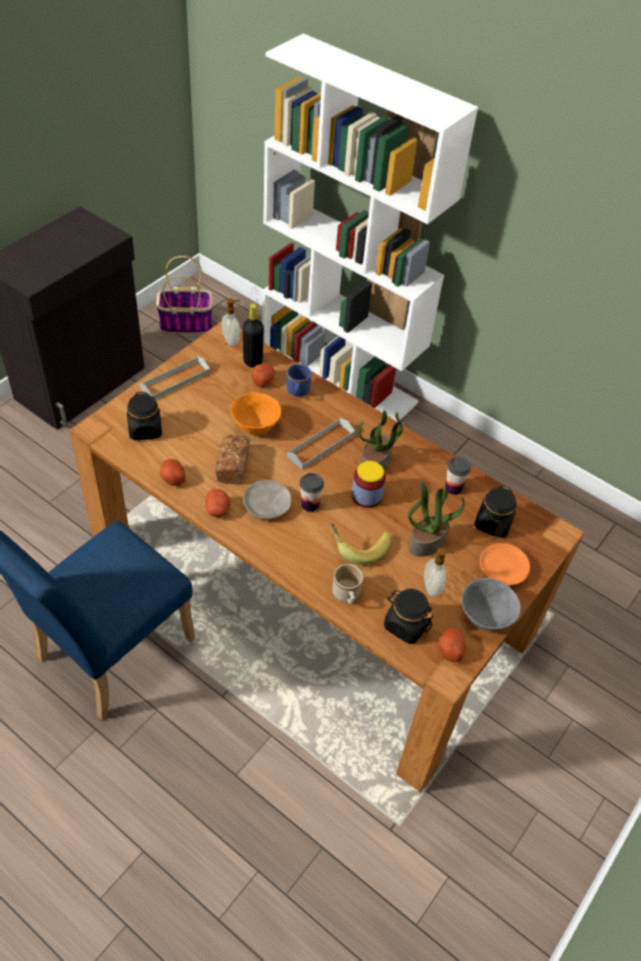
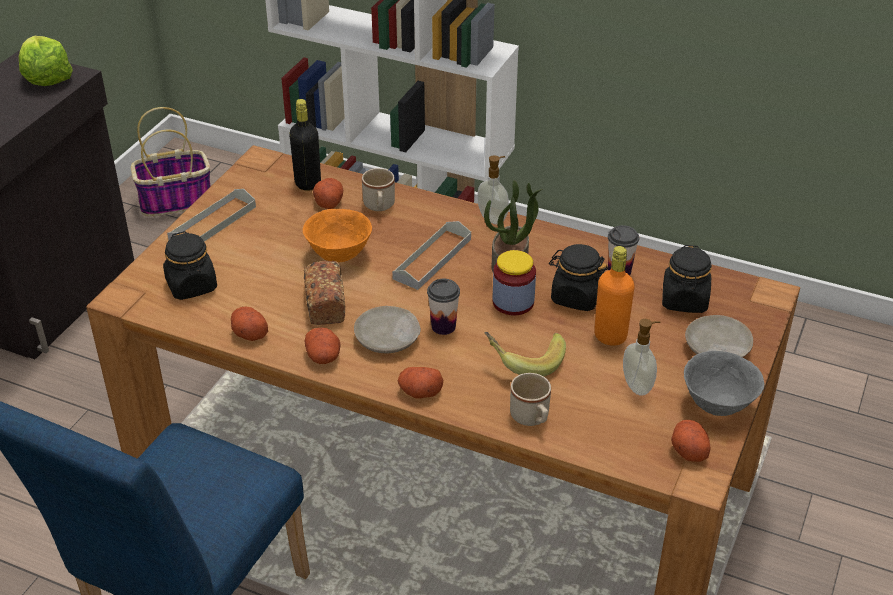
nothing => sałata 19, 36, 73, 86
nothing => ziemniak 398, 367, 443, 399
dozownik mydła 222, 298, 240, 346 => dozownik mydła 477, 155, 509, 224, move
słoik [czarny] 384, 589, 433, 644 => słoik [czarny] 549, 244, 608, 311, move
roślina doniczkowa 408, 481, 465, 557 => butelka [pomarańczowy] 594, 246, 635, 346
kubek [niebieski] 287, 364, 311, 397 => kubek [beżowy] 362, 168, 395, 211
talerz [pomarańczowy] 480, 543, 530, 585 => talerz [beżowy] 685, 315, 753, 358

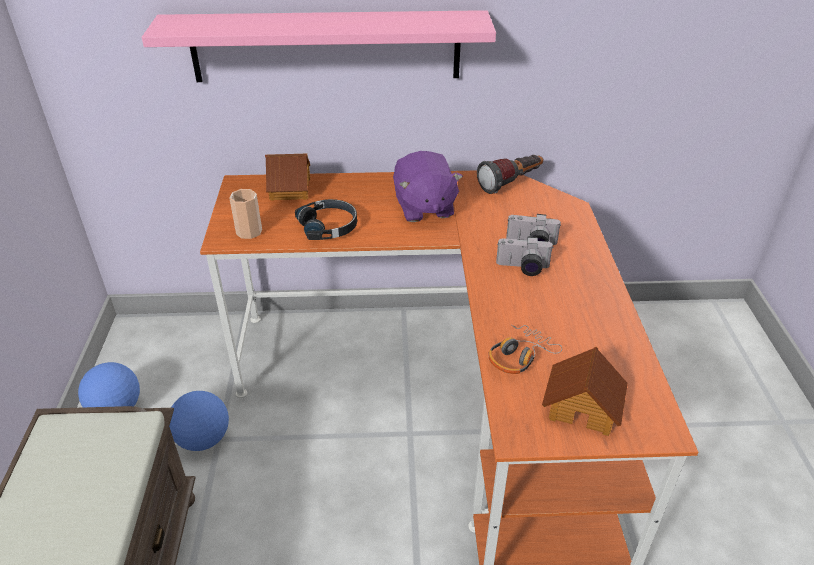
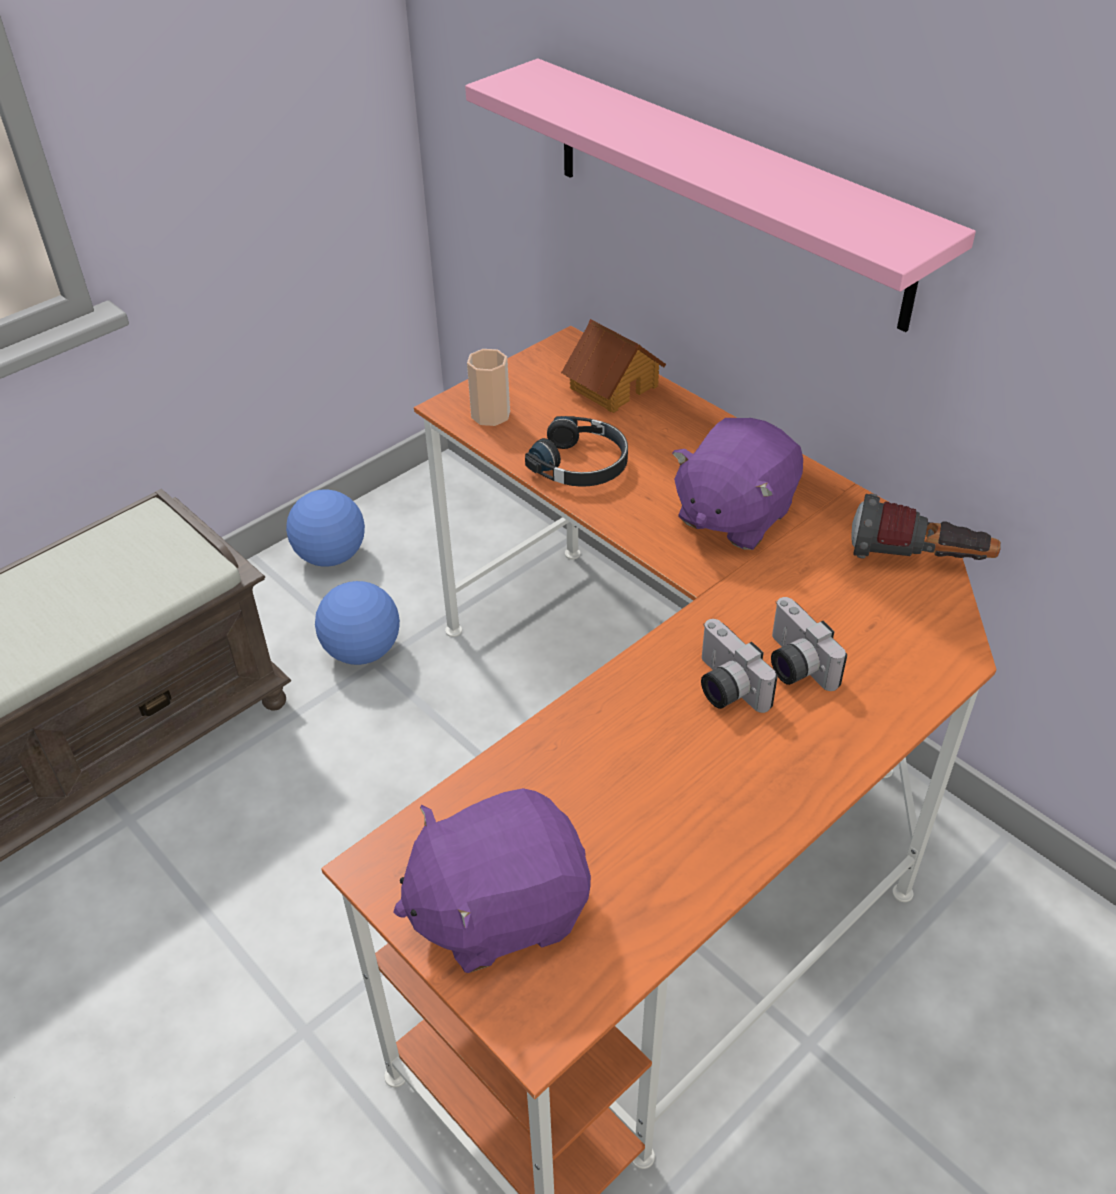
słuchawki 488, 325, 562, 374 => nothing
domek 542, 347, 628, 436 => pluszak [fioletowy] 394, 788, 591, 973

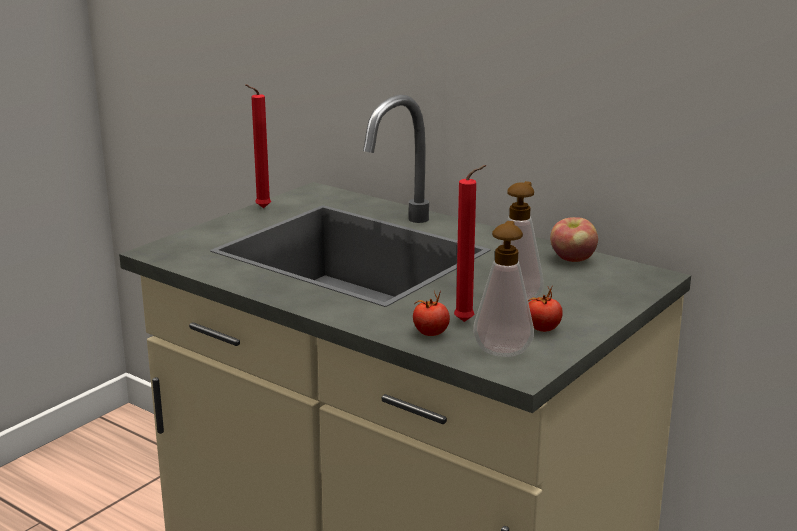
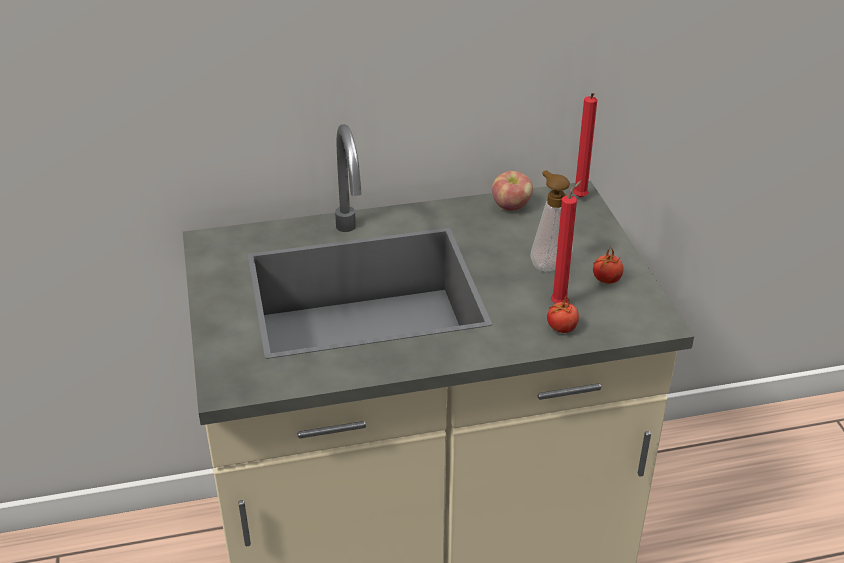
dozownik mydła 473, 221, 534, 357 => nothing
świeca [czerwony] 245, 84, 271, 208 => świeca [czerwony] 573, 93, 597, 198, move

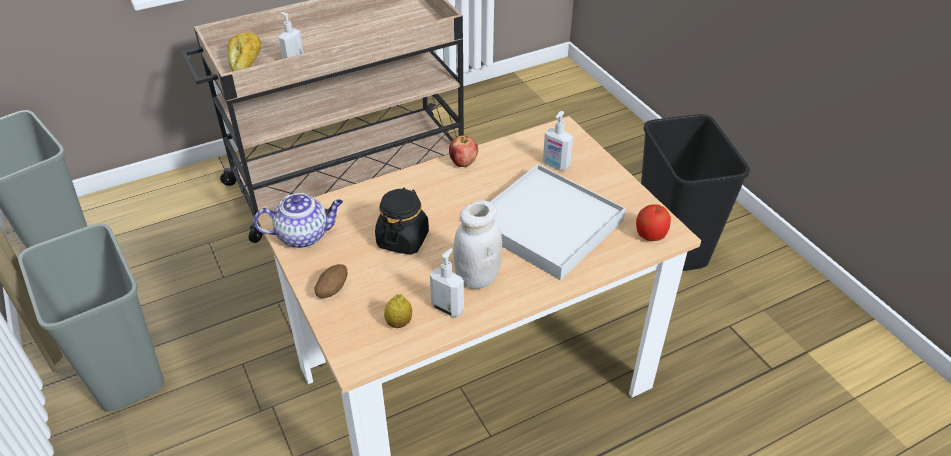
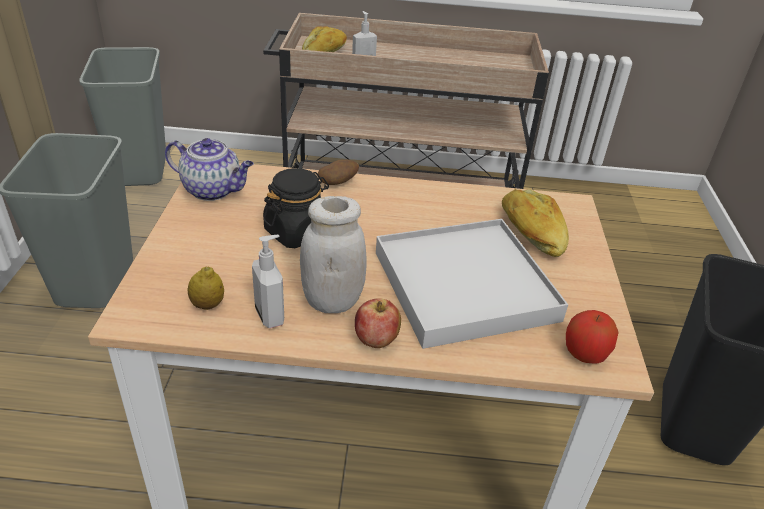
ziemniak 314, 264, 347, 298 => ziemniak 318, 160, 359, 185, move
jabłko 449, 135, 478, 167 => jabłko 355, 298, 401, 348, move
dozownik mydła 543, 111, 573, 171 => chleb 502, 189, 569, 257

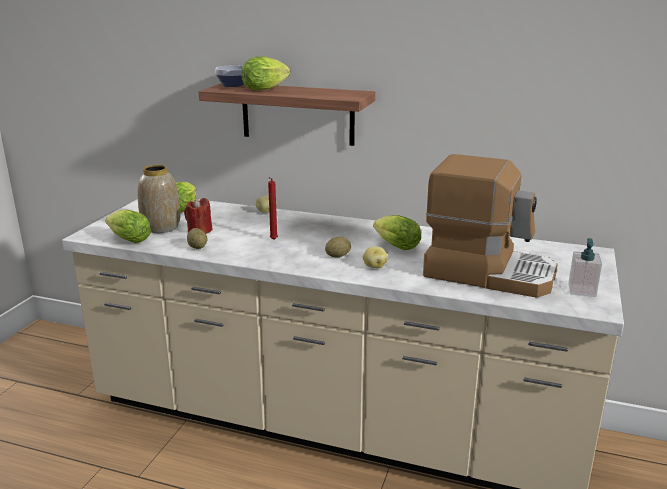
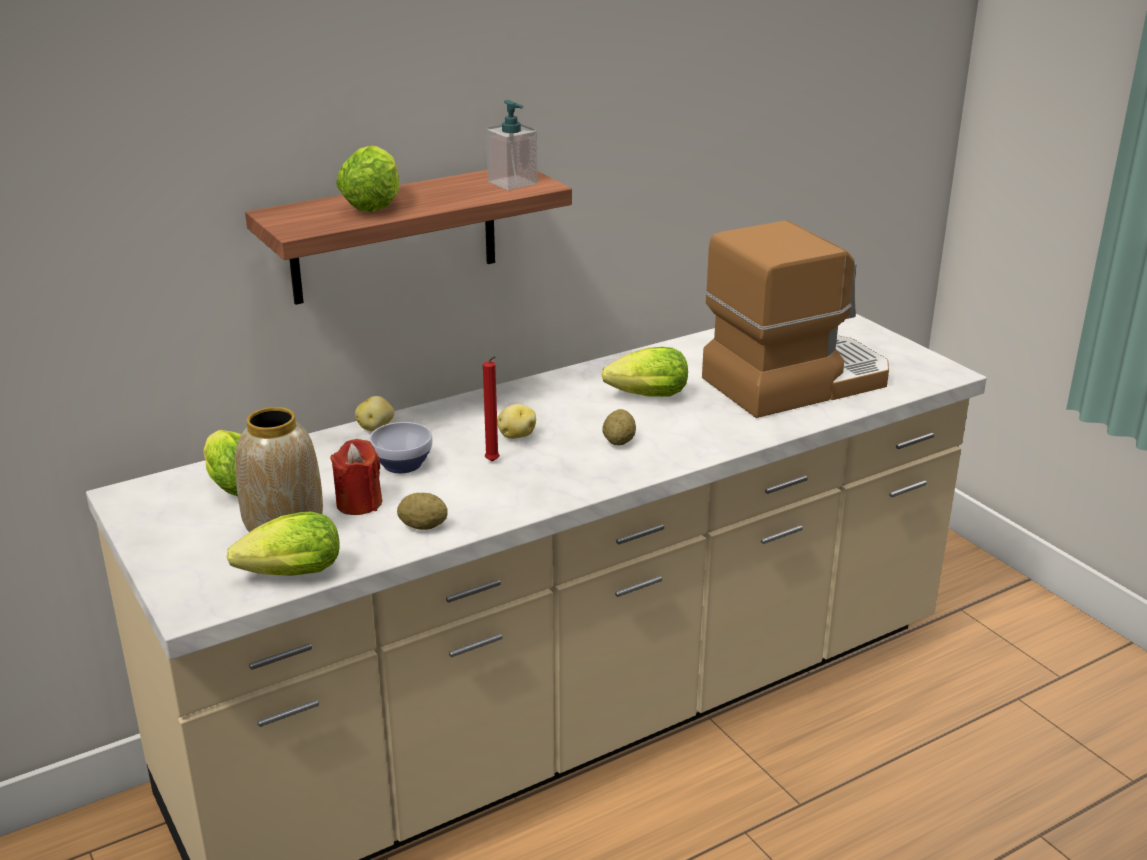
miska 215, 65, 244, 87 => miska 369, 422, 433, 473, move
ziemniak 363, 246, 388, 269 => ziemniak 497, 404, 536, 439, move
dozownik mydła 568, 238, 602, 297 => dozownik mydła 486, 100, 538, 190, move

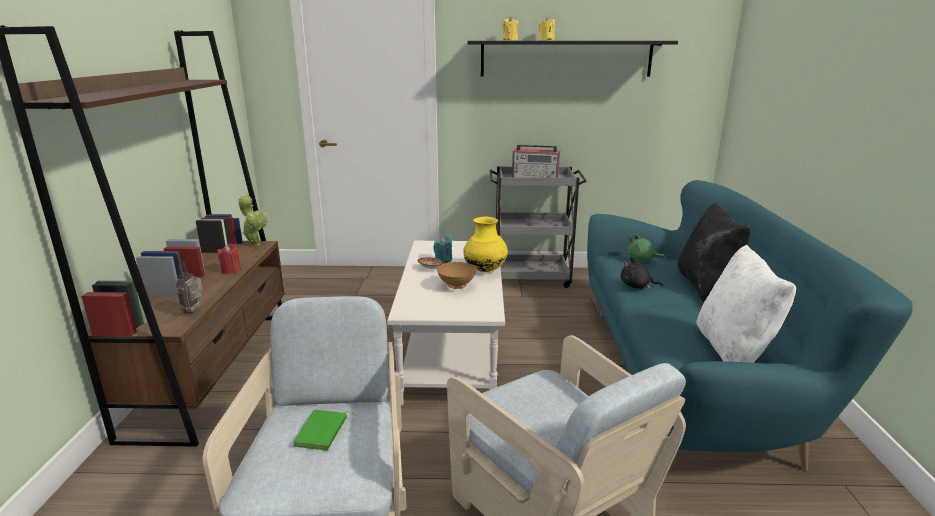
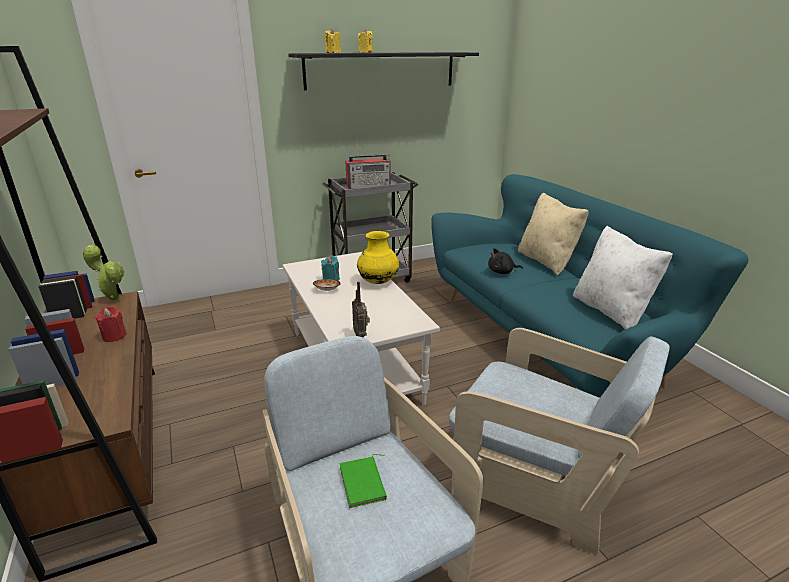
miska [brązowy] 437, 262, 477, 289 => nothing
pluszak [zielony] 628, 234, 665, 261 => nothing
radio 176, 253, 203, 314 => radio 352, 282, 370, 337, move
poduszka [czarny] 677, 203, 751, 302 => poduszka [beżowy] 518, 192, 589, 276

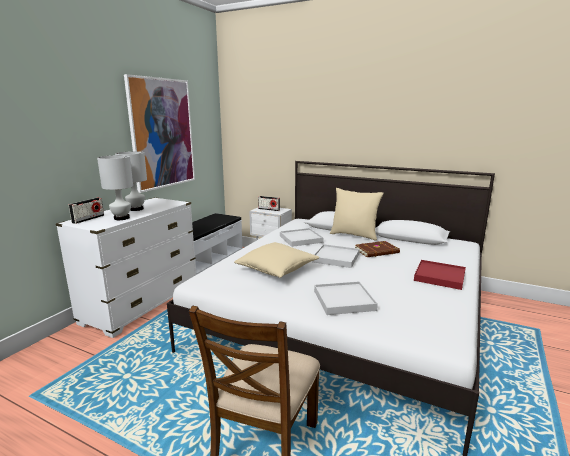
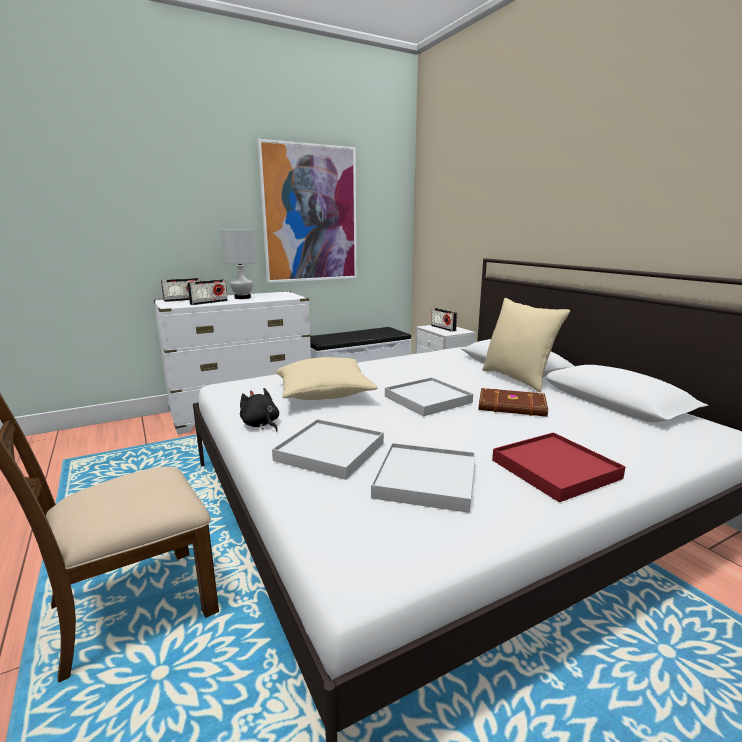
nothing => pluszak [czarny] 240, 388, 279, 431
taca [biały] 280, 228, 324, 247 => taca [biały] 371, 443, 475, 513, move
lampa stołowa [biały] 97, 155, 133, 220 => radio 187, 279, 228, 305

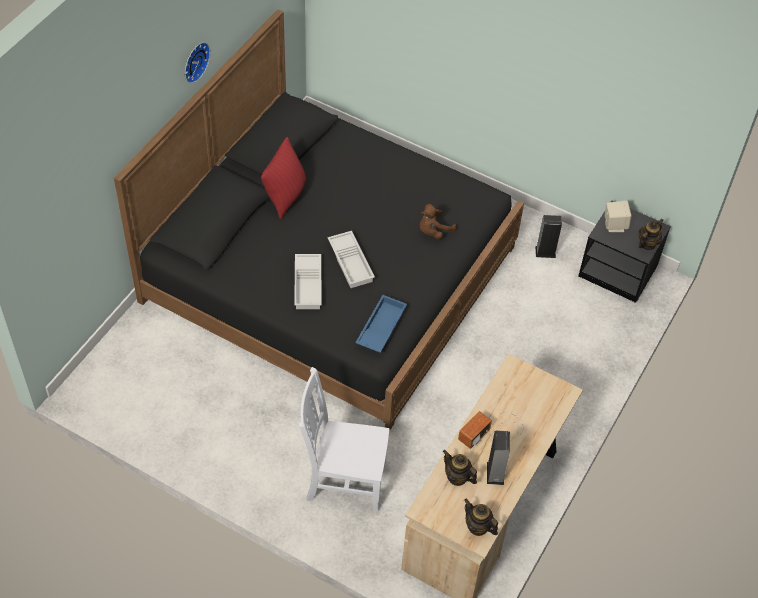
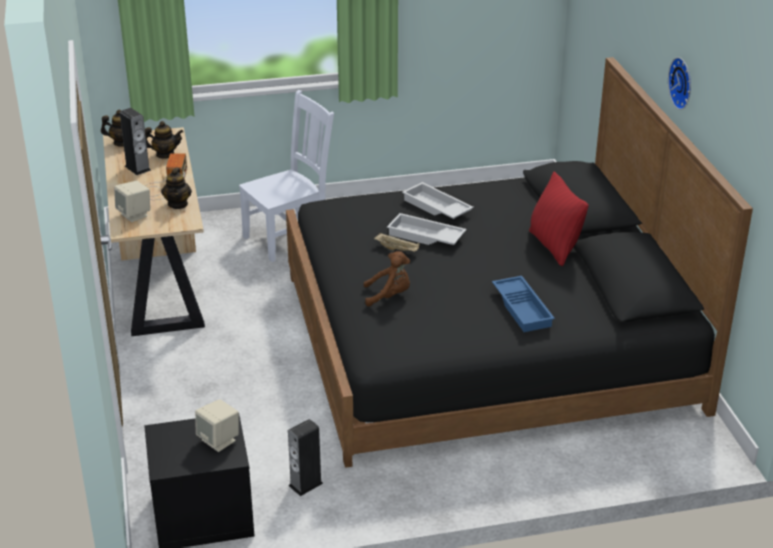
nothing => głośnik [beżowy] 114, 181, 150, 222
nothing => taca [beżowy] 374, 233, 420, 252
taca [niebieski] 355, 295, 407, 353 => taca [niebieski] 492, 276, 555, 332, move
imbryk 638, 218, 663, 250 => imbryk 161, 168, 192, 209, move
pluszak [brązowy] 419, 204, 457, 239 => pluszak [brązowy] 363, 251, 410, 307, 75 degrees clockwise

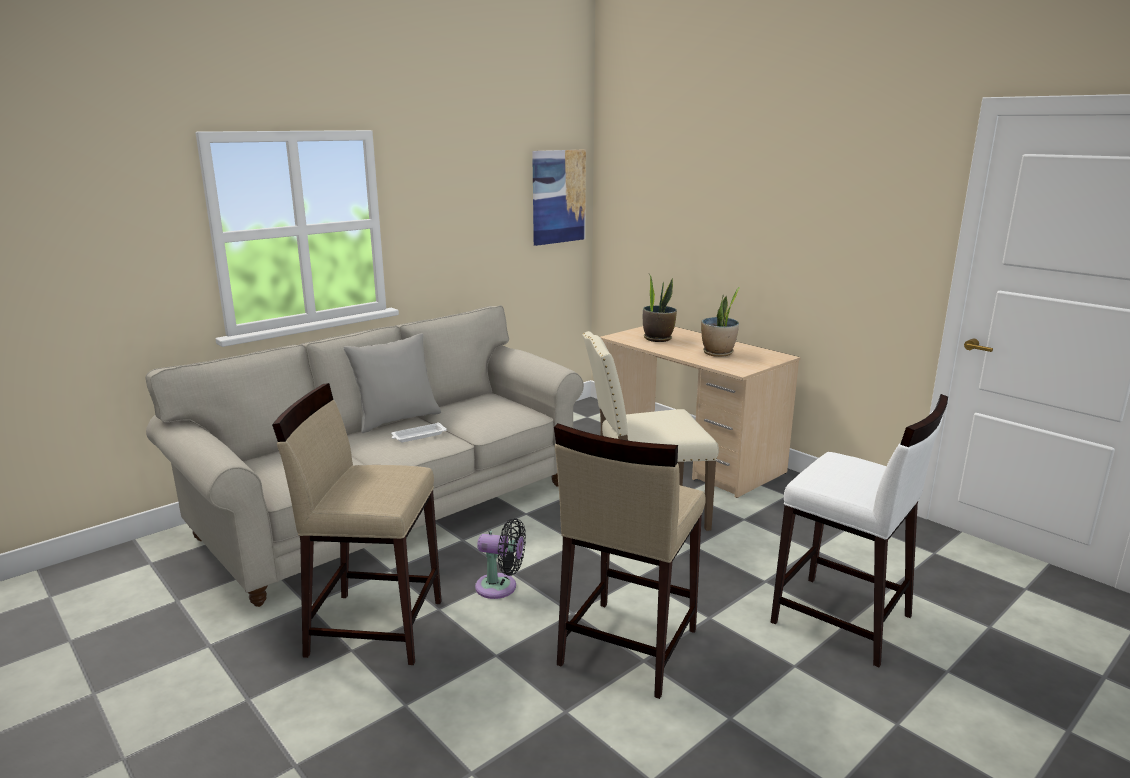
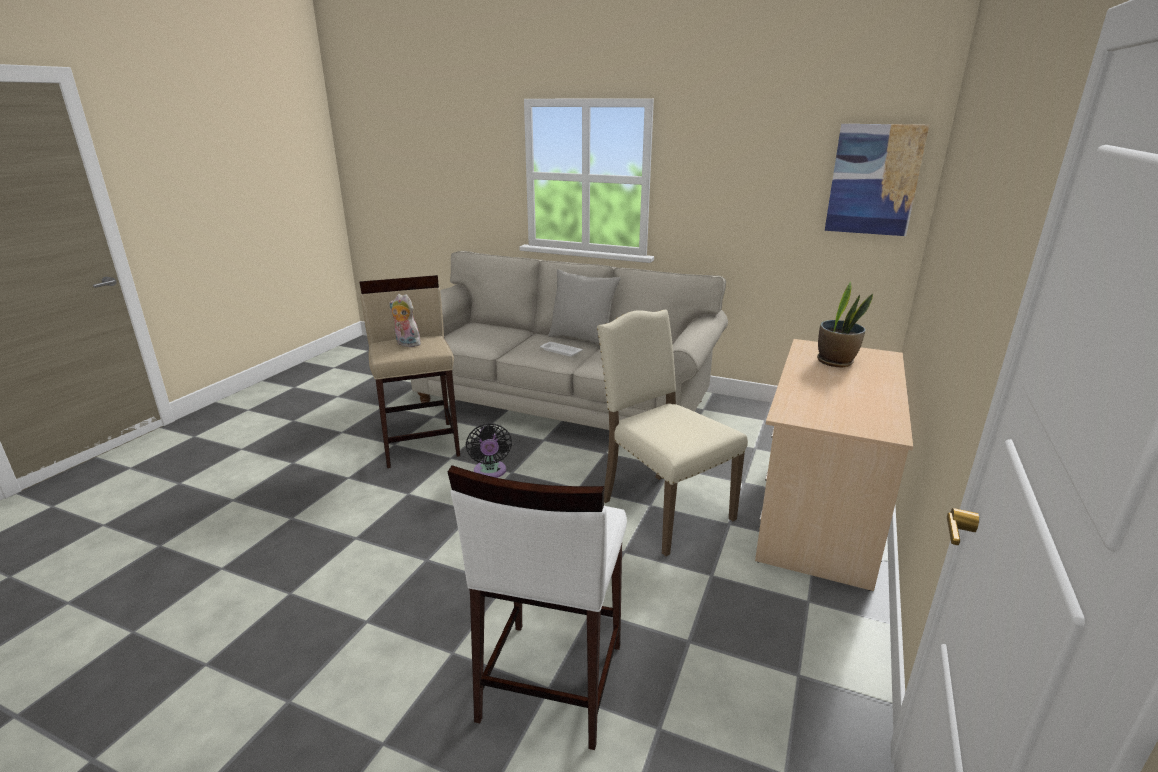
stołek [beżowy] 554, 423, 706, 699 => nothing
roślina doniczkowa 701, 287, 740, 357 => nothing
nothing => pluszak 389, 294, 421, 347

